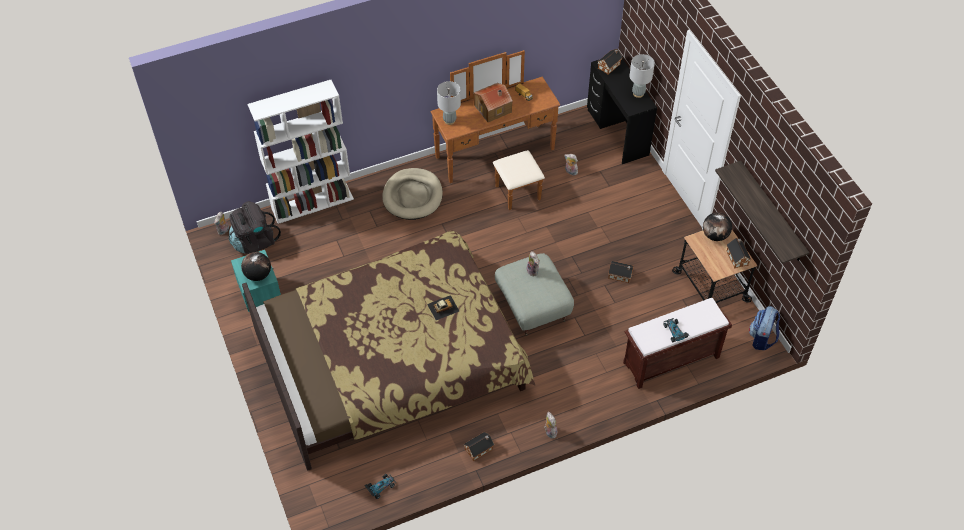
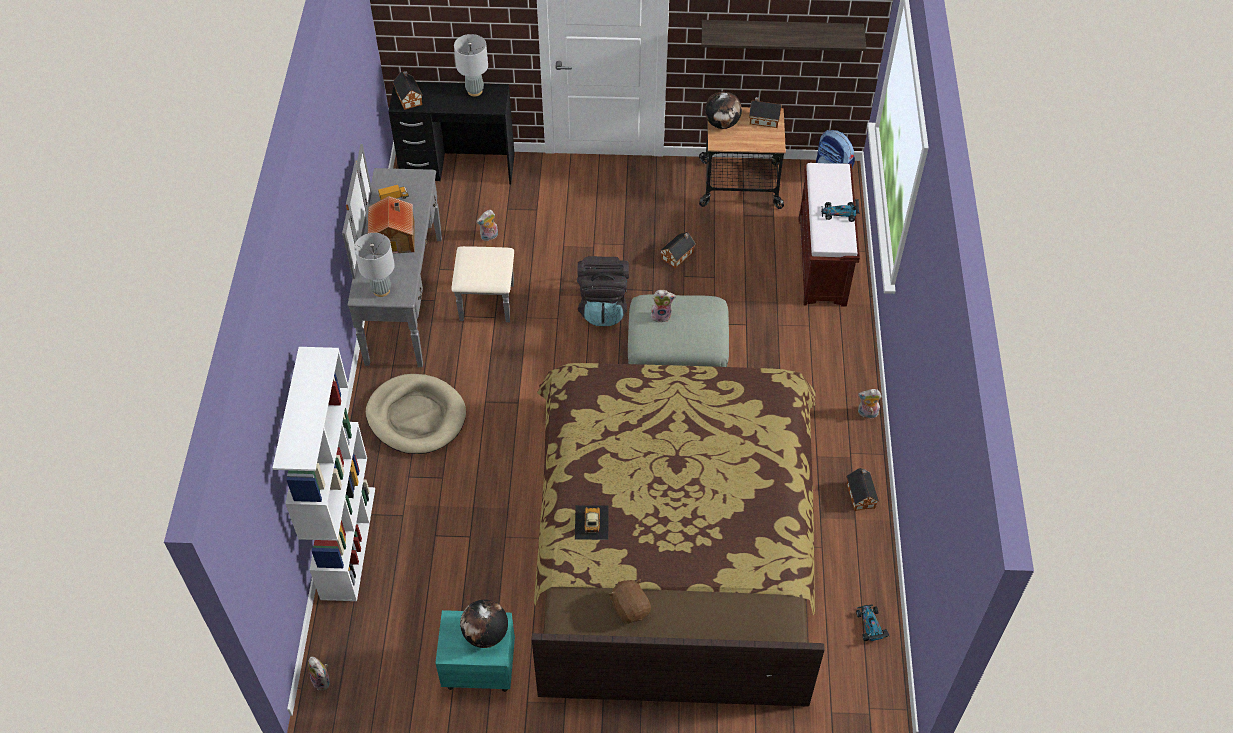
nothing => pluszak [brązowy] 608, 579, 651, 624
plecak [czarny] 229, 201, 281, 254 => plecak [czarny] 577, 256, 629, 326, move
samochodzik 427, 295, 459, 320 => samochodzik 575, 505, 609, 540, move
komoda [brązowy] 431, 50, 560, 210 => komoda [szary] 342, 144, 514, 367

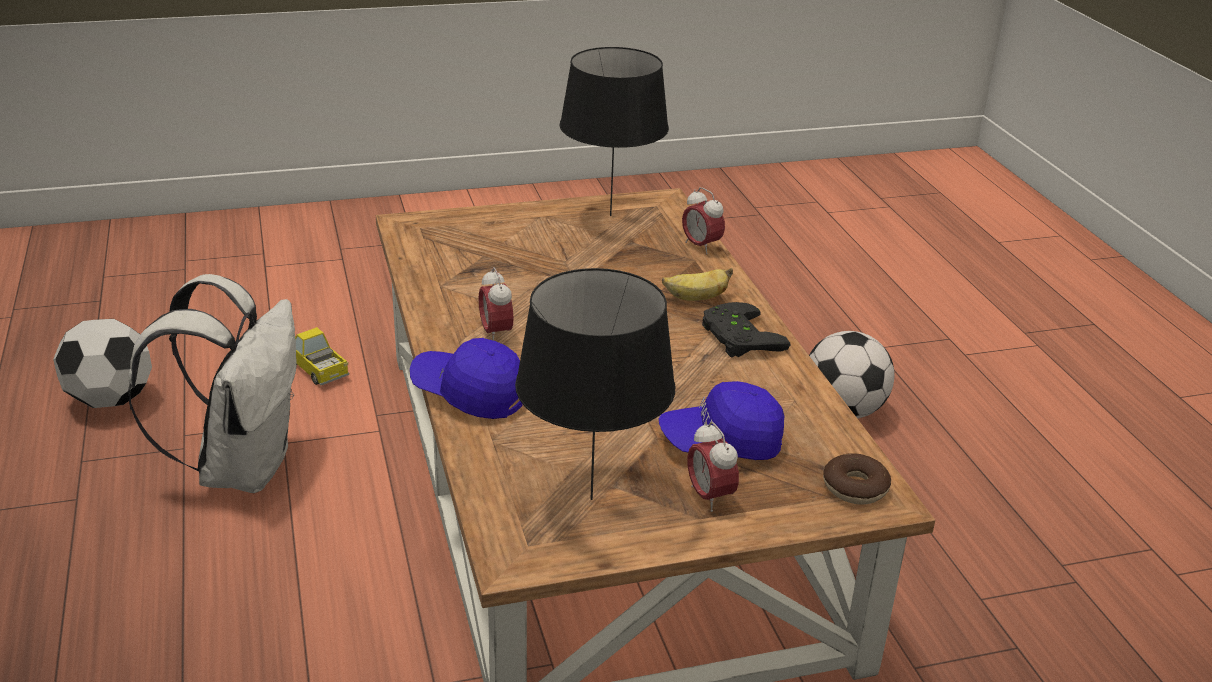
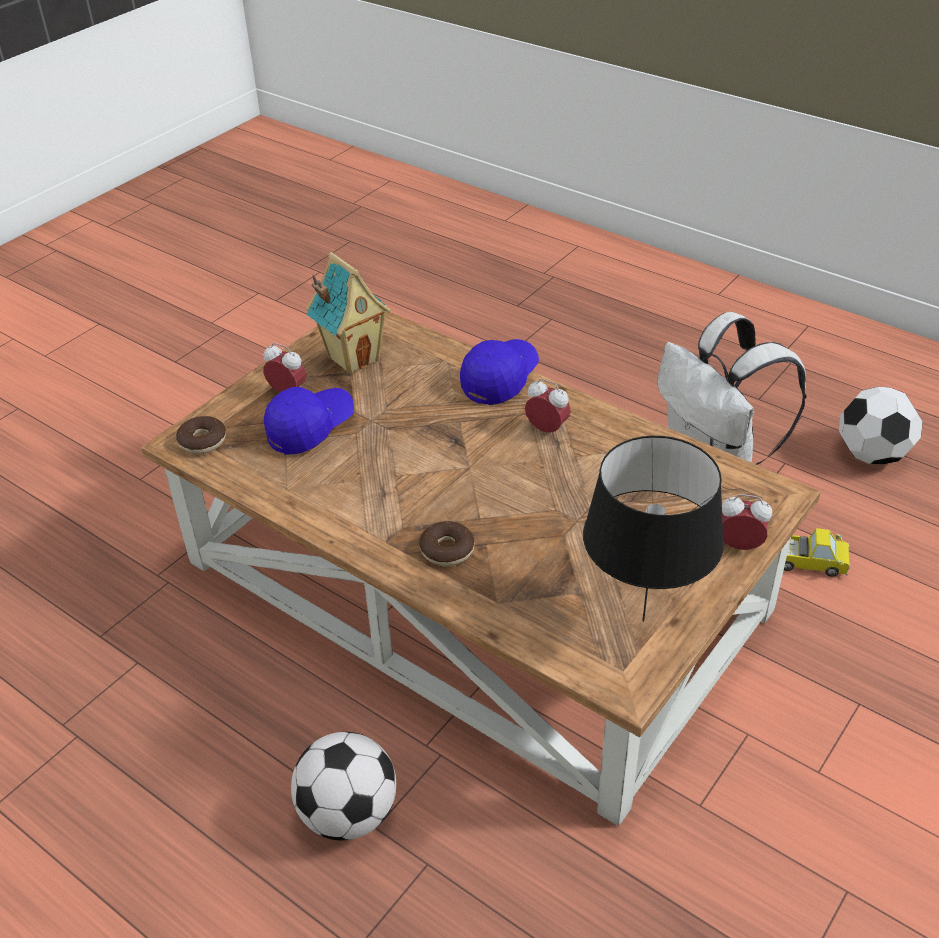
pad do gier [czarny] 702, 302, 790, 358 => nothing
budzik 682, 187, 725, 254 => budzik 722, 494, 772, 550, move
lampa stołowa [czarny] 515, 268, 675, 500 => domek 306, 252, 391, 374
banan 662, 268, 733, 301 => donut 419, 521, 474, 566
czapka z daszkiem [niebieski] 410, 338, 523, 419 => czapka z daszkiem [niebieski] 460, 339, 539, 405, 45 degrees counterclockwise

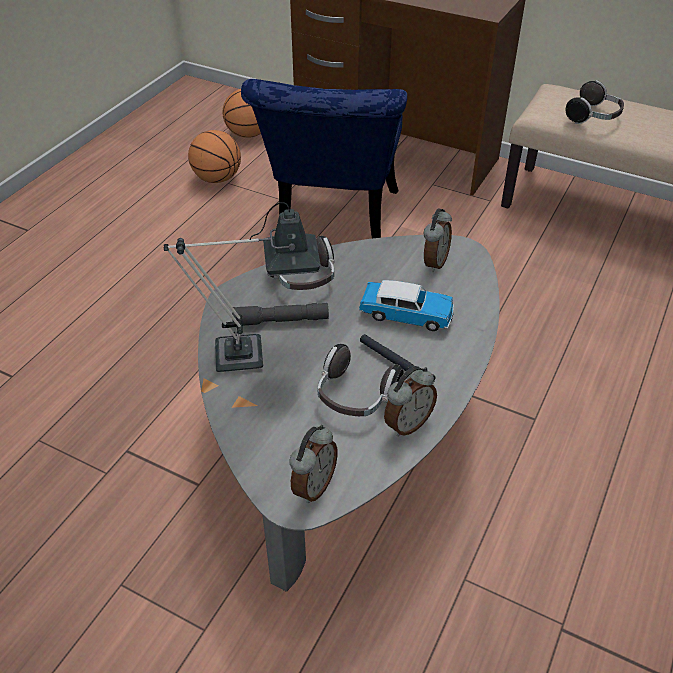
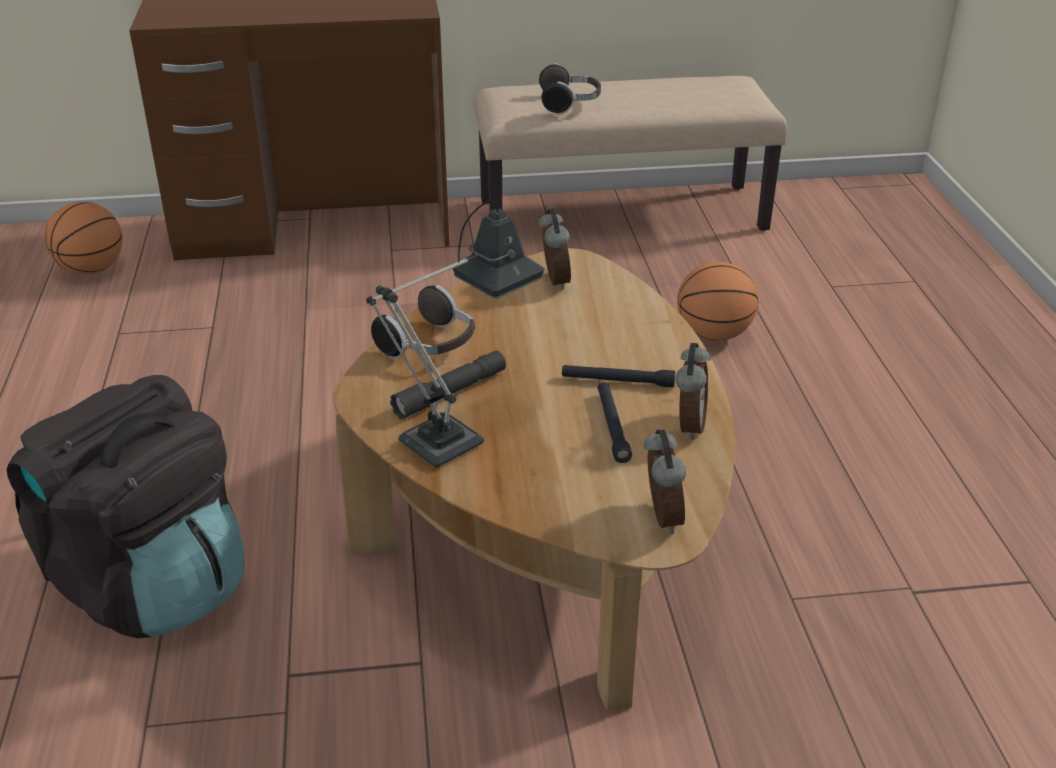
krzesło [niebieski] 241, 79, 407, 239 => nothing
samochodzik 359, 280, 454, 331 => nothing
nothing => plecak [czarny] 6, 375, 244, 638
piłka do koszykówki 188, 130, 241, 183 => piłka do koszykówki 677, 262, 759, 341, move
słuchawki 317, 344, 403, 416 => latarka [czarny] 598, 382, 632, 463
ława [szary] 198, 235, 499, 592 => ława [brązowy] 333, 248, 735, 711

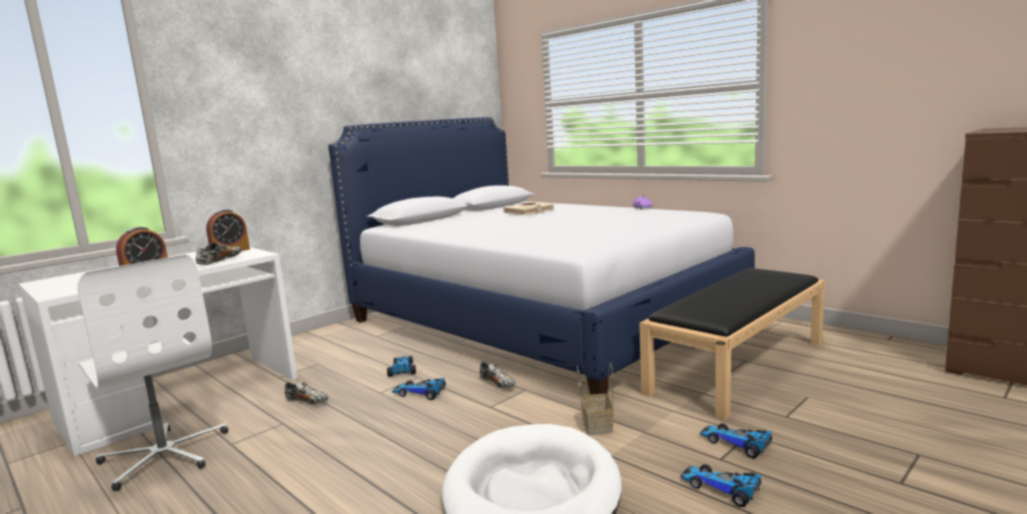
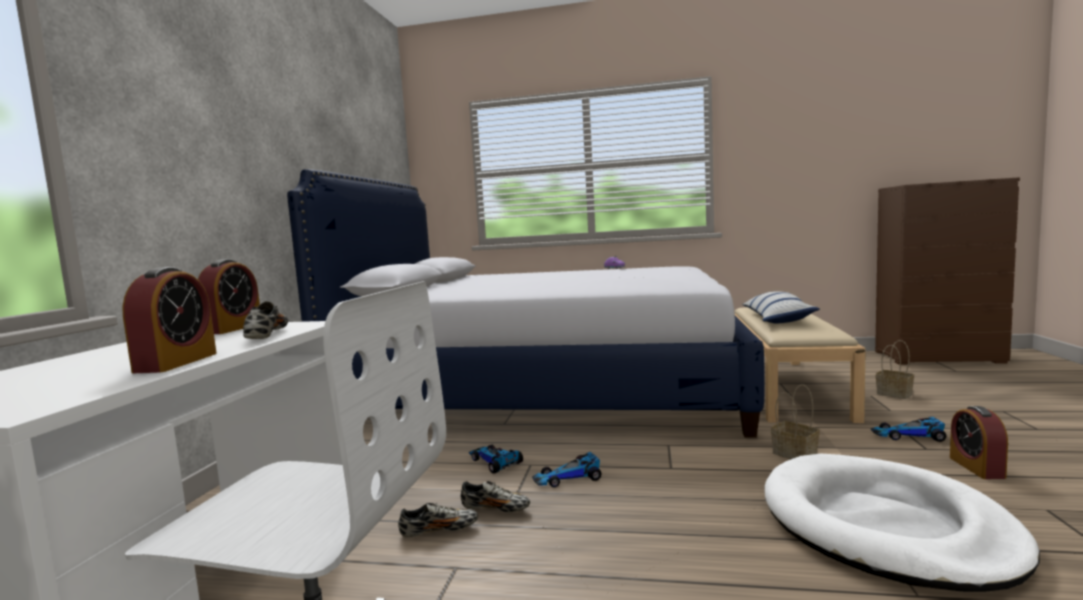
książka [beżowy] 503, 202, 555, 215 => nothing
nothing => poduszka 742, 291, 820, 324
nothing => koszyk 876, 340, 914, 399
but 480, 361, 515, 388 => but 461, 481, 530, 512, move
samochodzik 680, 464, 761, 507 => budzik 950, 406, 1008, 479
ławka [czarny] 639, 268, 825, 420 => ławka [beżowy] 735, 307, 866, 423

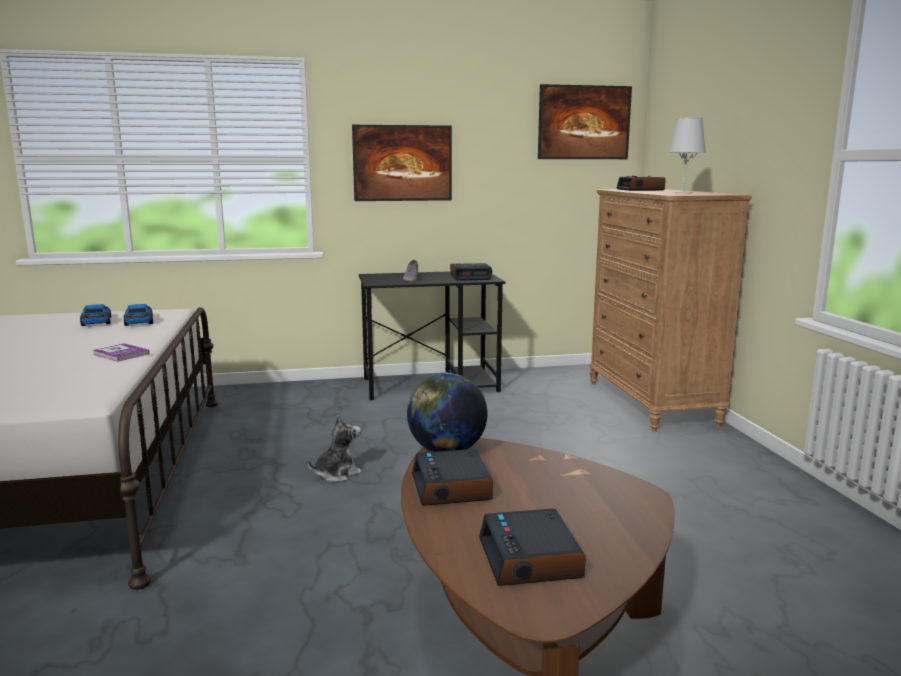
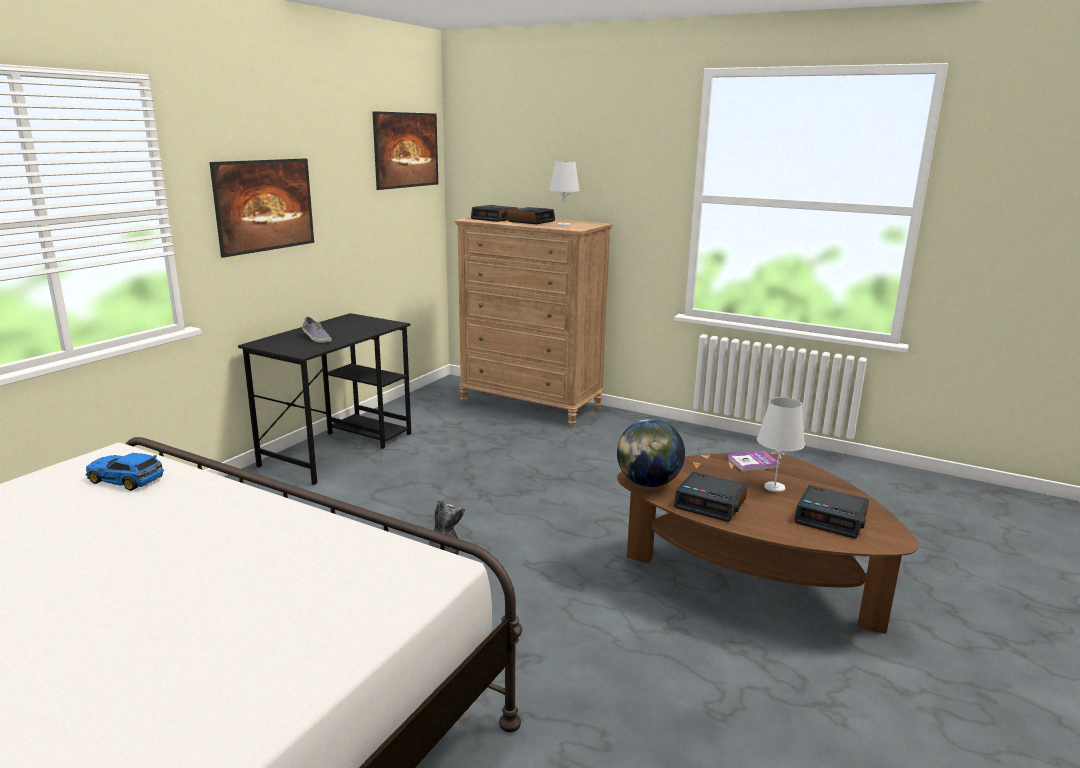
samochodzik 80, 304, 111, 326 => nothing
nothing => lampa stołowa [biały] 757, 397, 805, 492
książka 93, 343, 150, 362 => książka 726, 451, 781, 472, move
budzik 450, 263, 492, 281 => budzik 508, 207, 555, 224, move

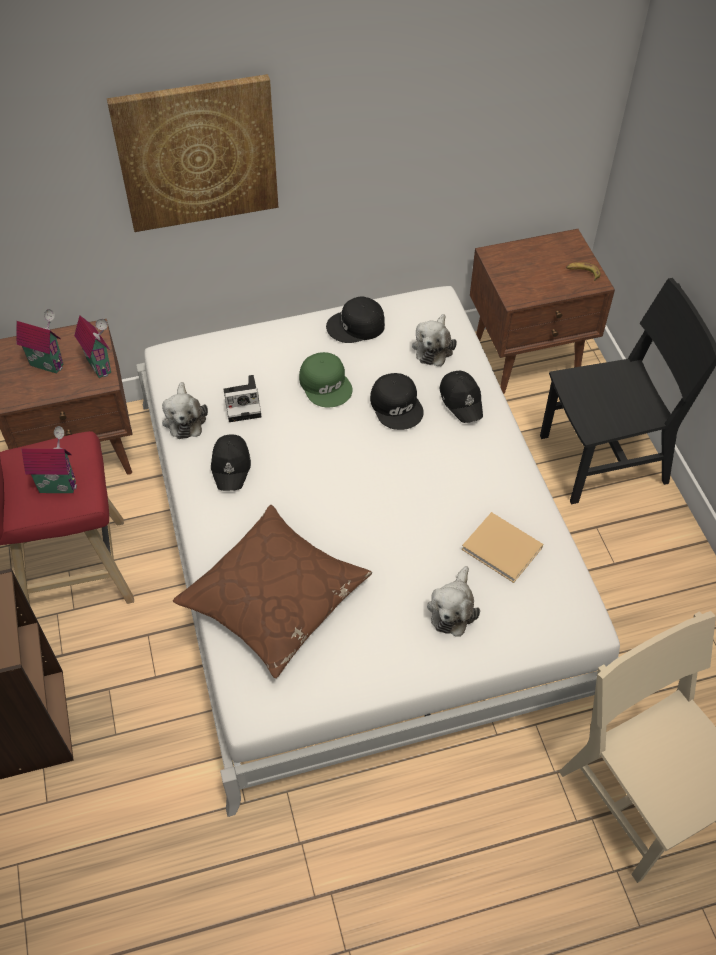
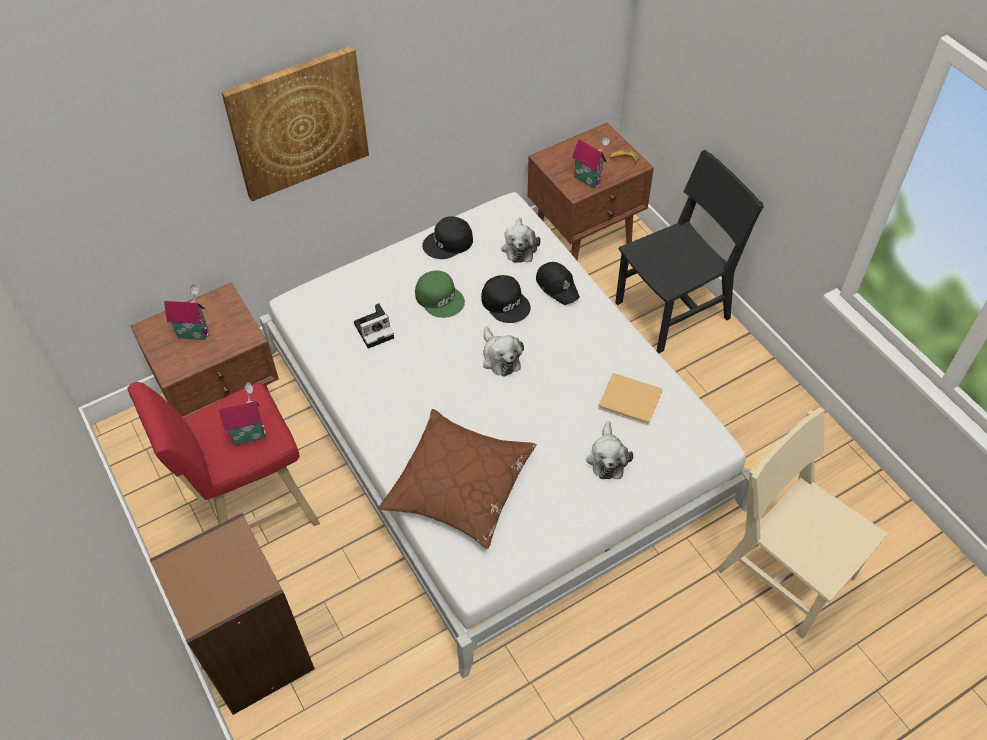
czapka z daszkiem [czarny] 211, 434, 251, 491 => nothing
domek 74, 315, 111, 378 => domek 572, 136, 610, 189, move
pluszak 162, 382, 208, 439 => pluszak 483, 327, 524, 377, move

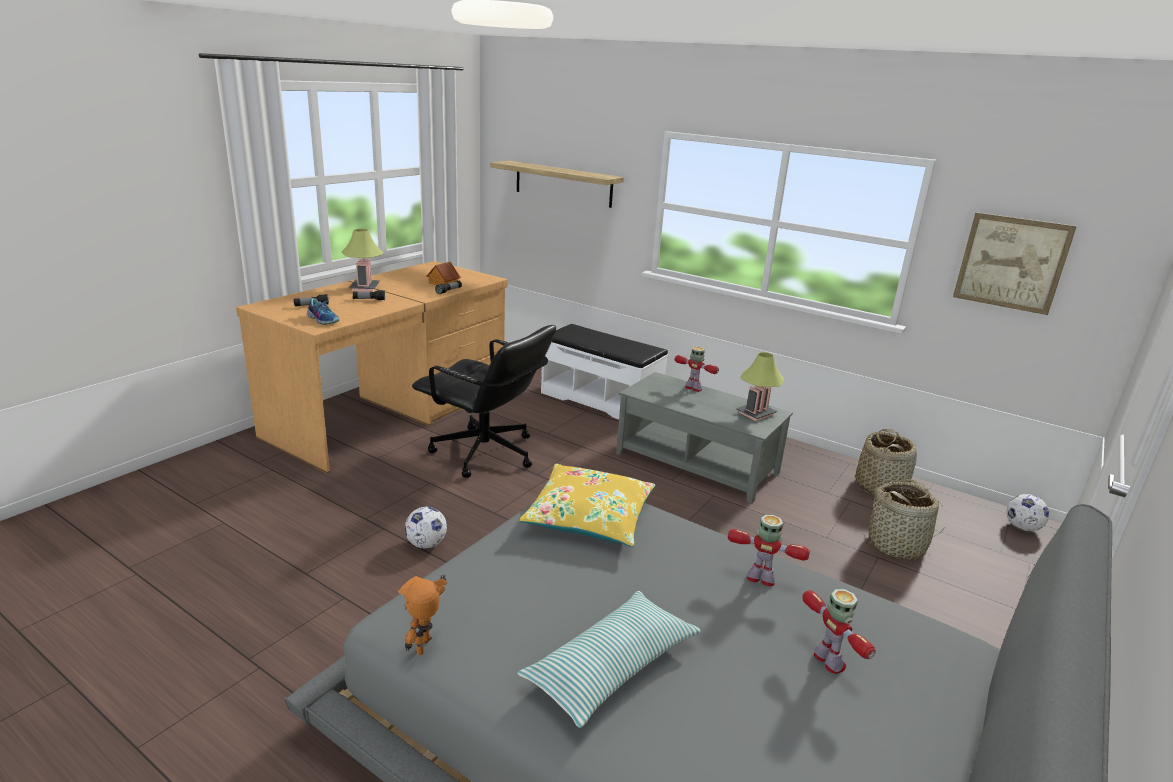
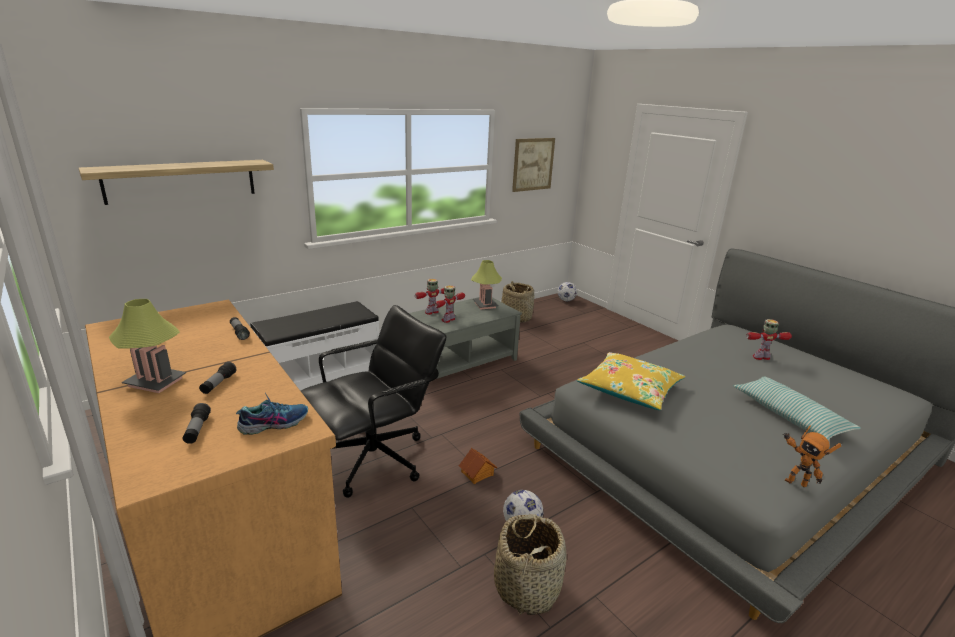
domek 426, 261, 461, 285 => domek 459, 448, 497, 484, move
robot zabawkowy 728, 515, 810, 586 => robot zabawkowy 435, 285, 465, 323, move
koszyk 863, 479, 948, 560 => koszyk 494, 514, 567, 615, move

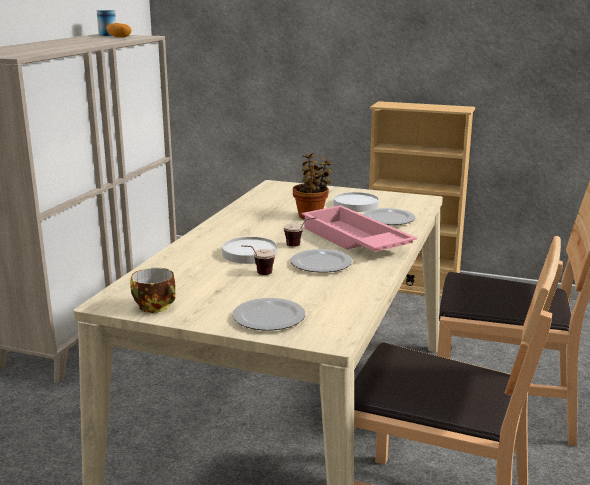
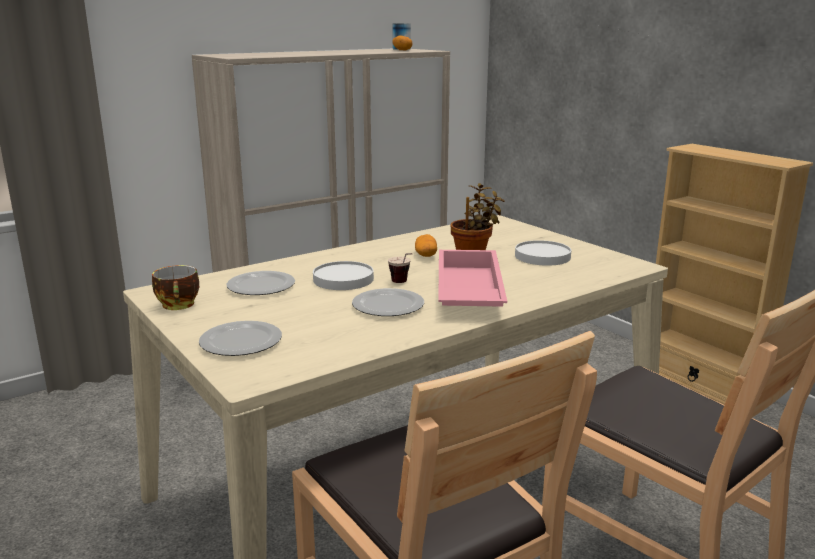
filiżanka 241, 245, 275, 275 => nothing
nothing => ziemniak 415, 234, 437, 257
talerz 363, 208, 416, 225 => talerz 227, 271, 295, 295, move

